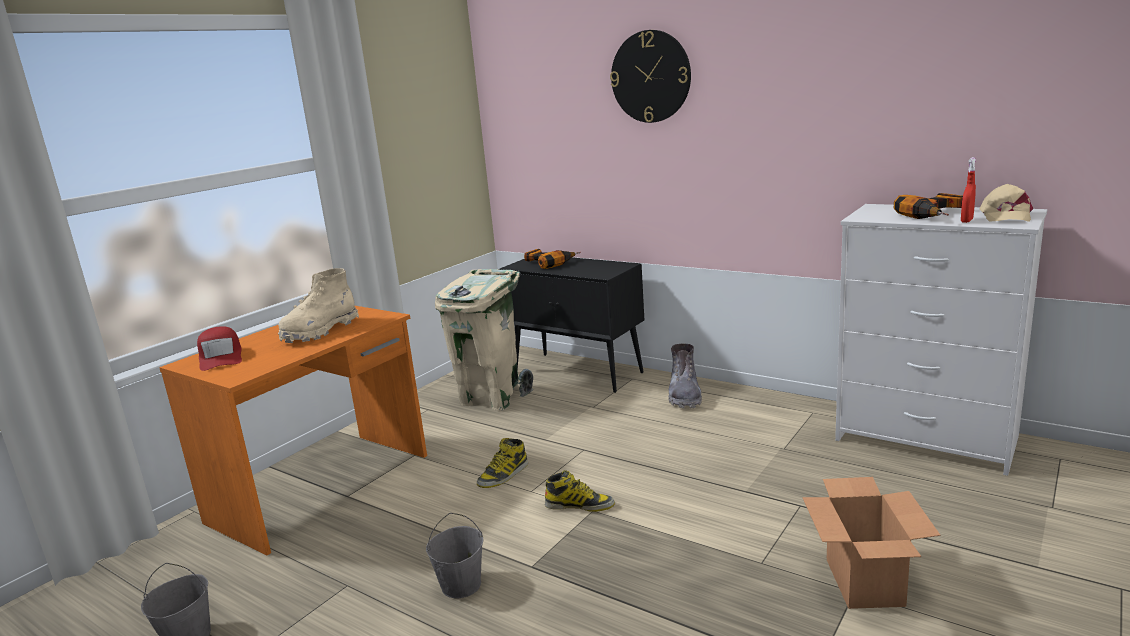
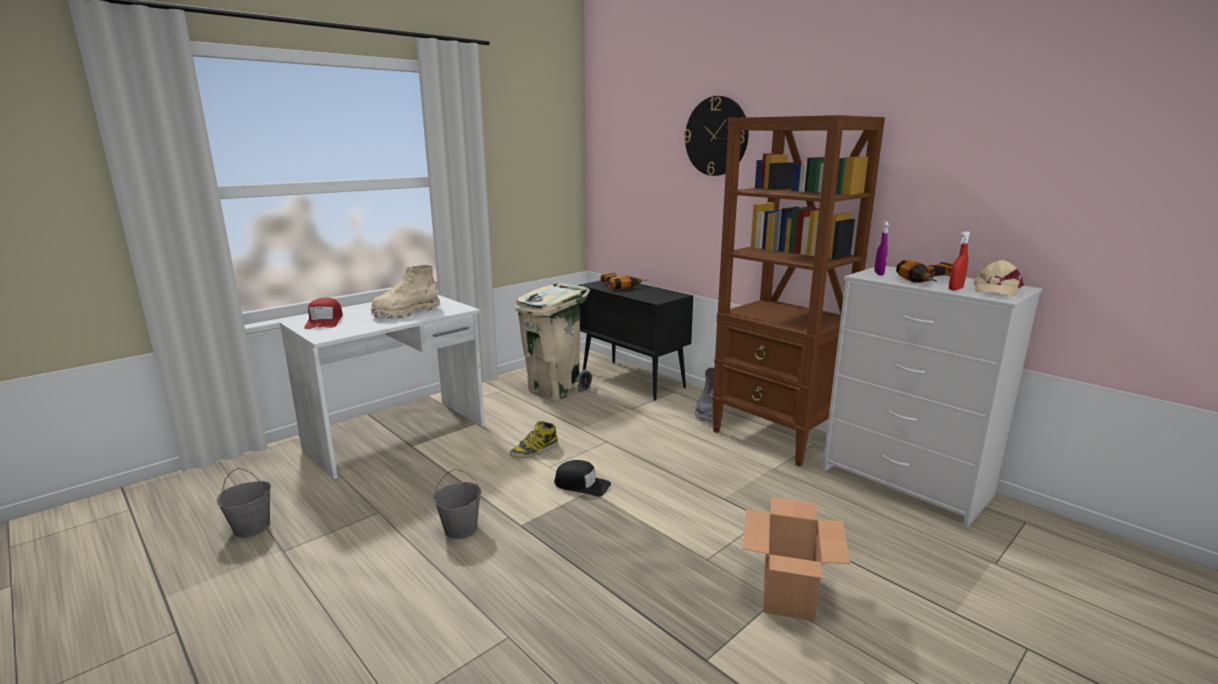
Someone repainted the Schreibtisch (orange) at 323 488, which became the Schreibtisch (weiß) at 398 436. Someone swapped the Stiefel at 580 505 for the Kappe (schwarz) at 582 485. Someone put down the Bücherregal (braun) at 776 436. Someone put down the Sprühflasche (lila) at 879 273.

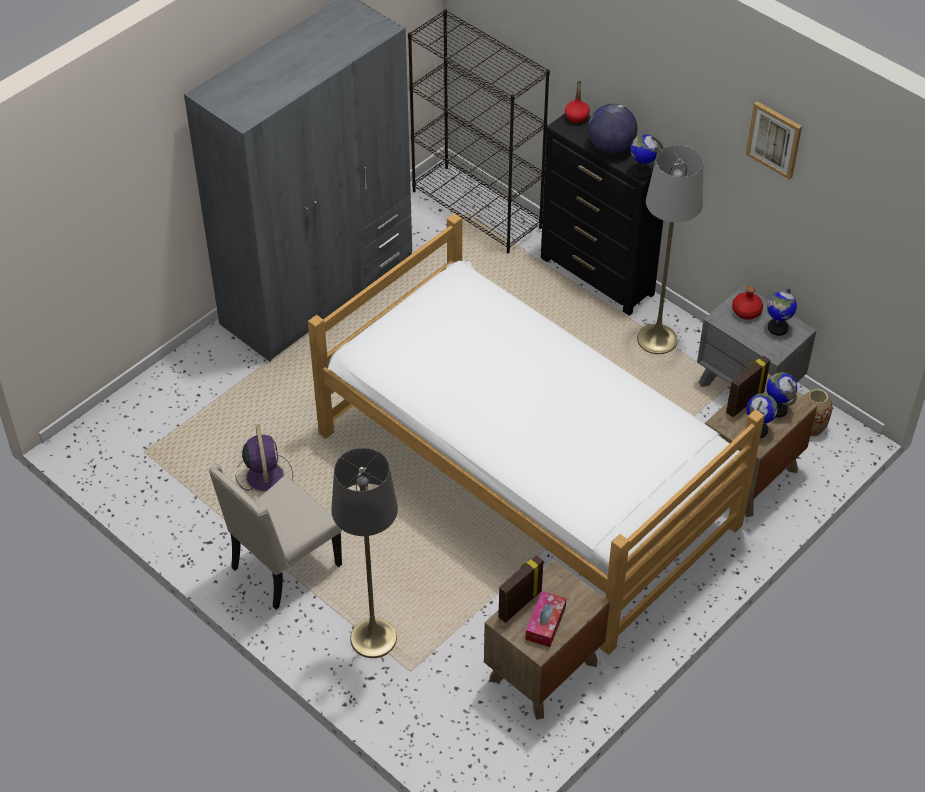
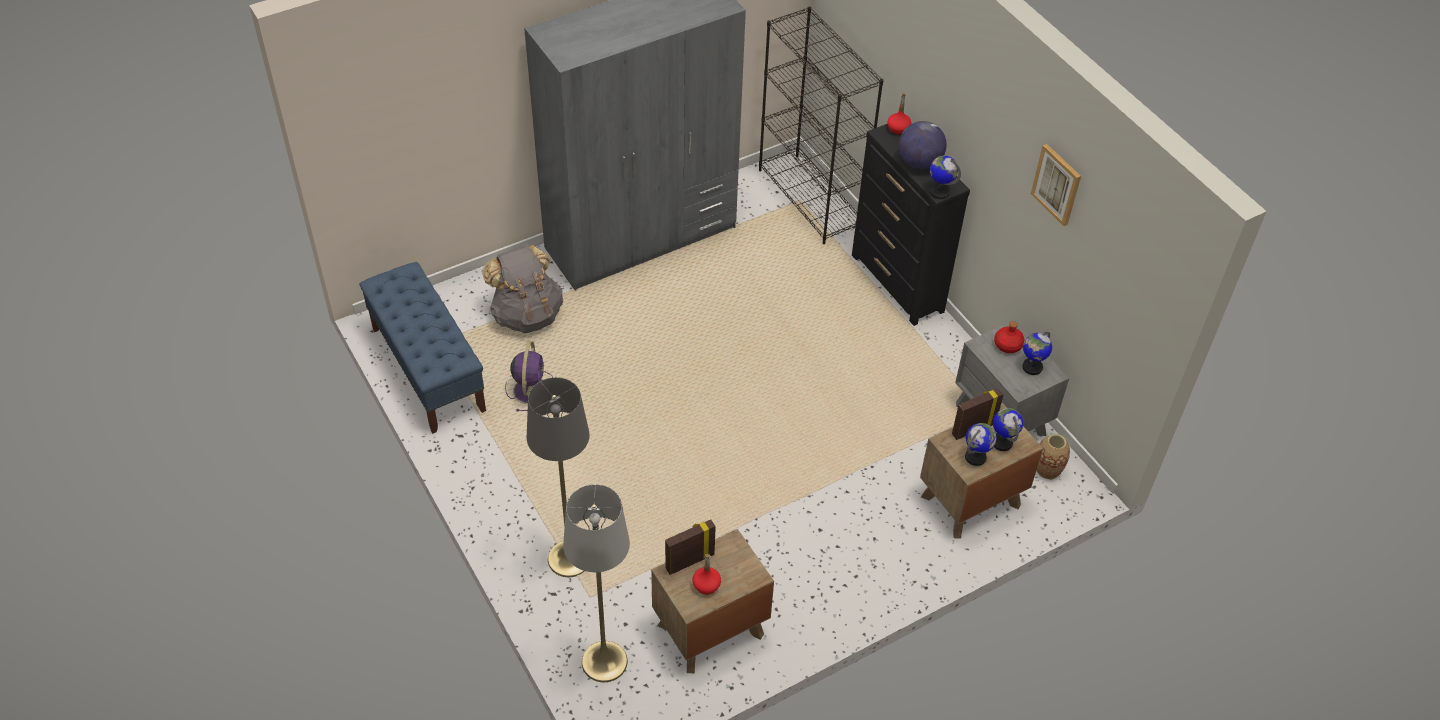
Someone took away the Stuhl (beige) at 283 567. Someone took away the Bett at 525 480. Someone swapped the Taschentuchbox at 545 623 for the Flasche (rot) at 706 585. Someone carried the Stehlampe (grau) from 657 339 to 604 661. Someone put down the Bank (blau) at 427 369. Someone put down the Rucksack (grau) at 527 314.

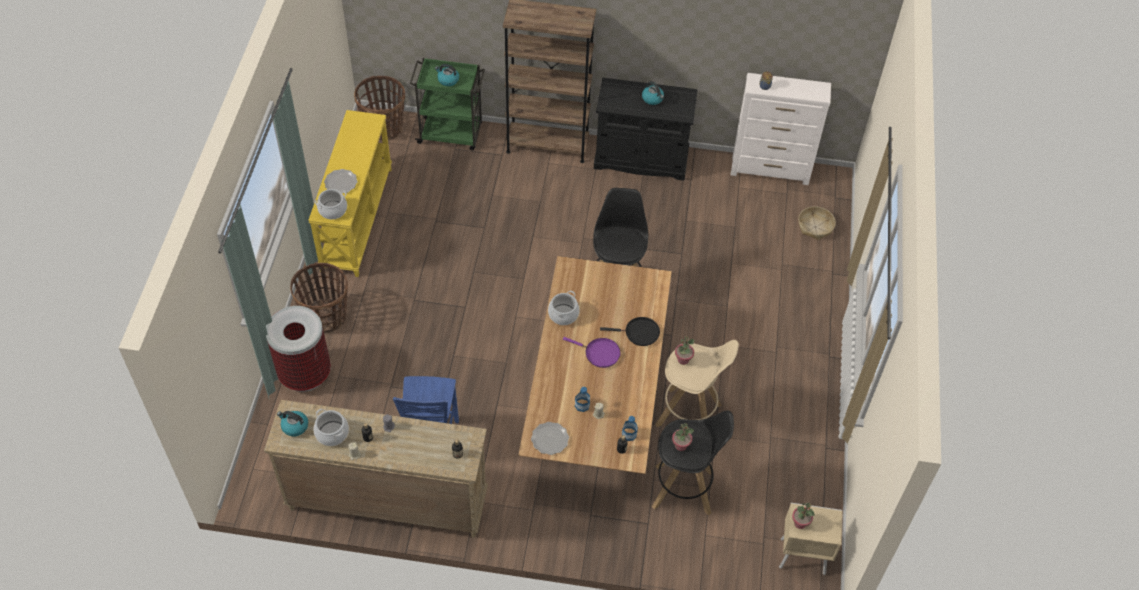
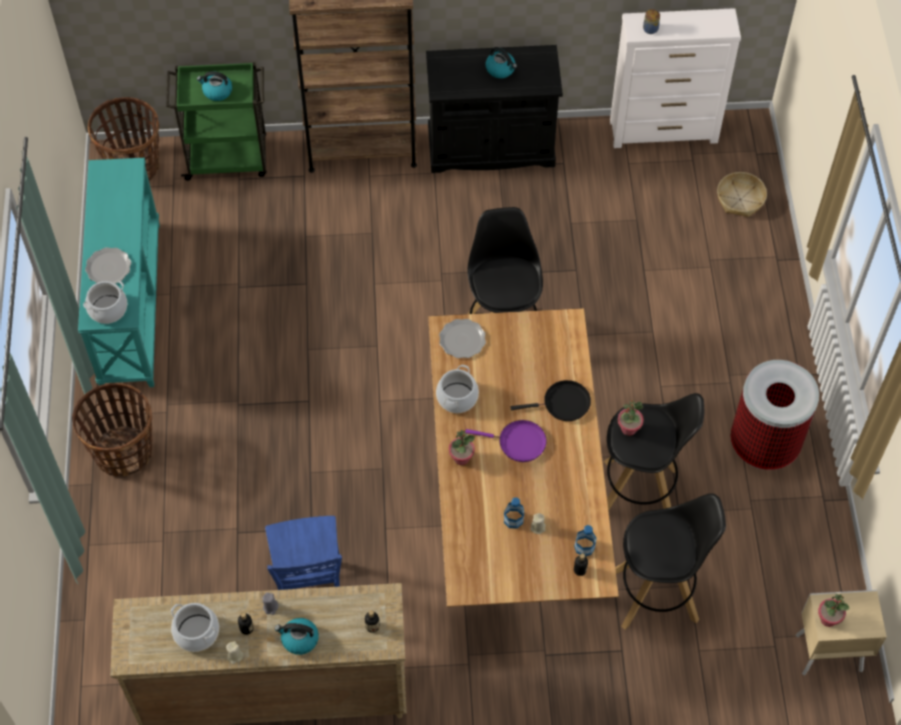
Someone carried the Mülleimer from 305 374 to 764 445. Someone carried the Wasserkessel from 294 426 to 299 639. Someone repainted the Konsolentisch (gelb) at 356 218, which became the Konsolentisch (türkis) at 129 304. Someone carried the Teller from 550 439 to 462 340. Someone repainted the Hocker (beige) at 689 415, which became the Hocker (schwarz) at 640 492. Someone carried the Topfpflanze from 680 445 to 461 458.

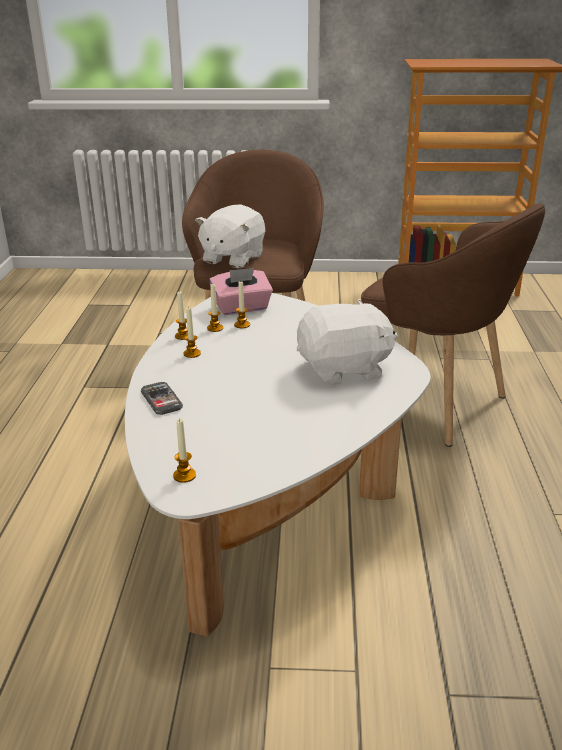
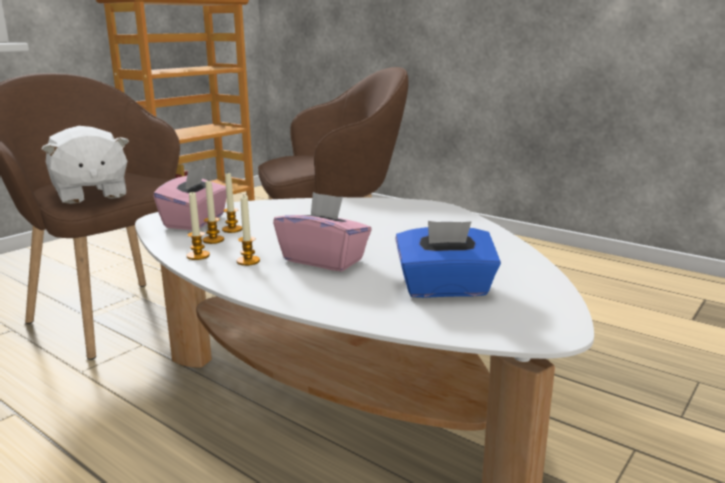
Someone took away the Handy at 161 400. Someone took away the Kerze at 184 475. Someone took away the Plüschtier (weiß) at 344 370. Someone put down the Taschentuchbox (rosa) at 324 260. Someone put down the Taschentuchbox (blau) at 445 289.

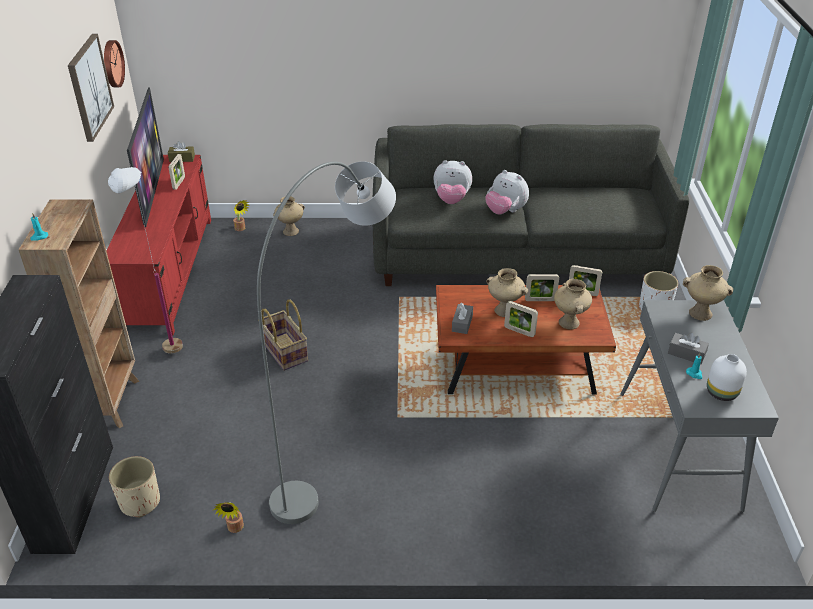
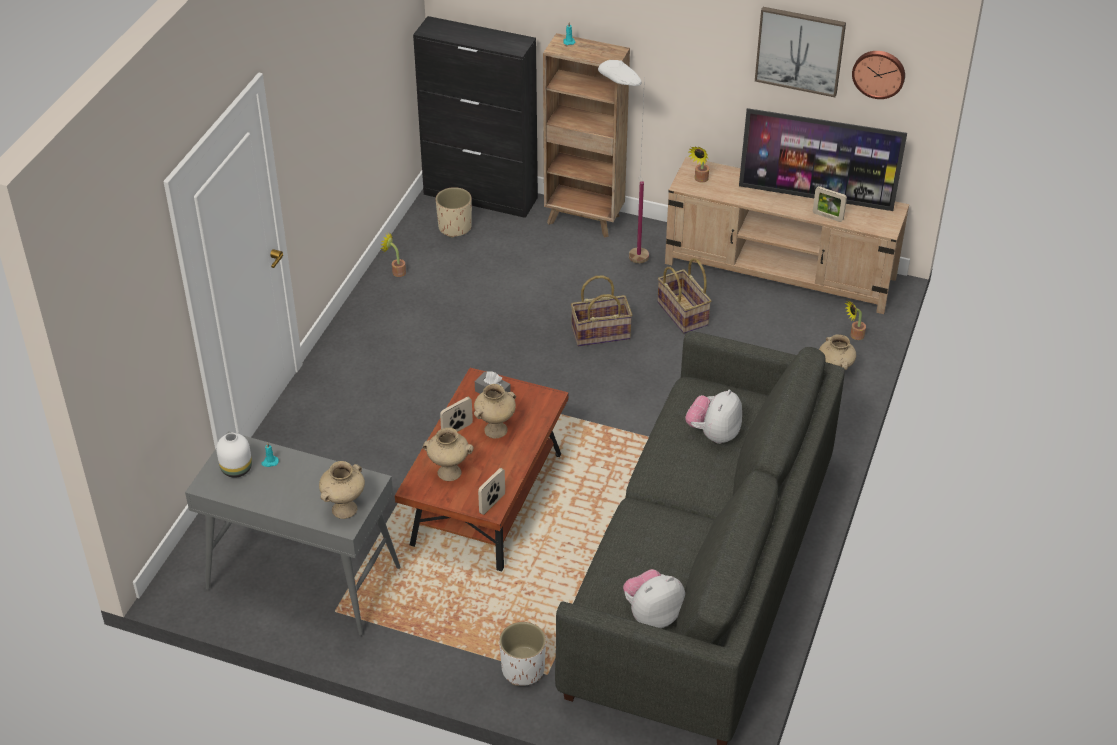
Someone repainted the Fernsehschrank (rot) at 169 272, which became the Fernsehschrank (beige) at 780 271. Someone took away the Taschentuchbox (braun) at 182 158. Someone took away the Stehlampe (grau) at 339 442. Someone carried the Plüschtier from 505 211 to 652 614. Someone took away the Bilderrahmen at 540 300. Someone took away the Taschentuchbox (grau) at 686 354. Someone put down the Korb at 683 313. Someone put down the Topfpflanze at 700 180.

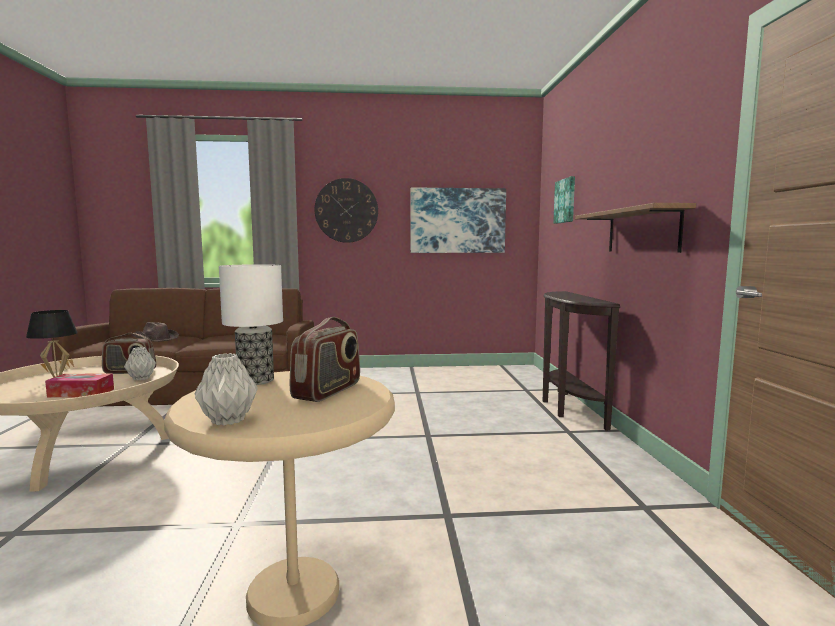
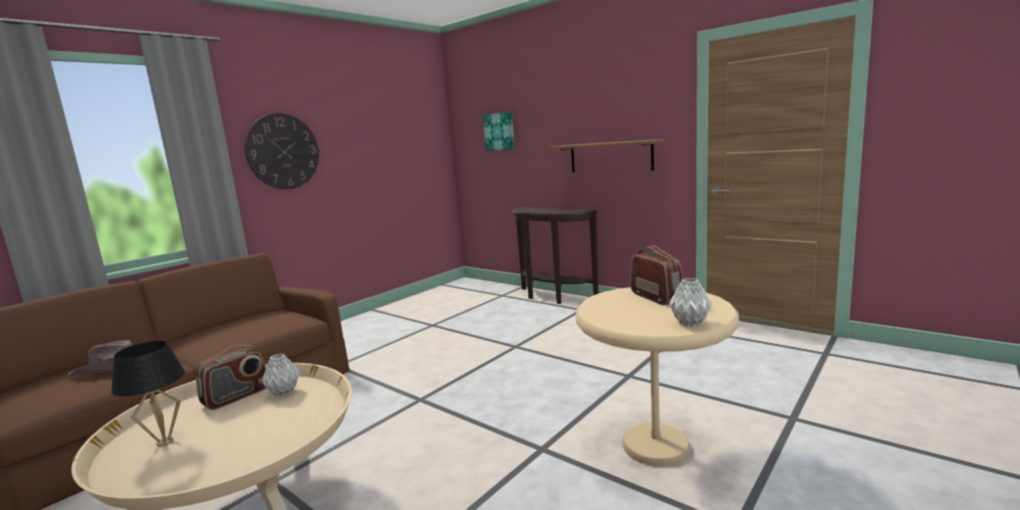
Someone took away the Taschentuchbox at 81 393. Someone took away the Tischlampe at 255 381. Someone took away the Bild at 457 220.

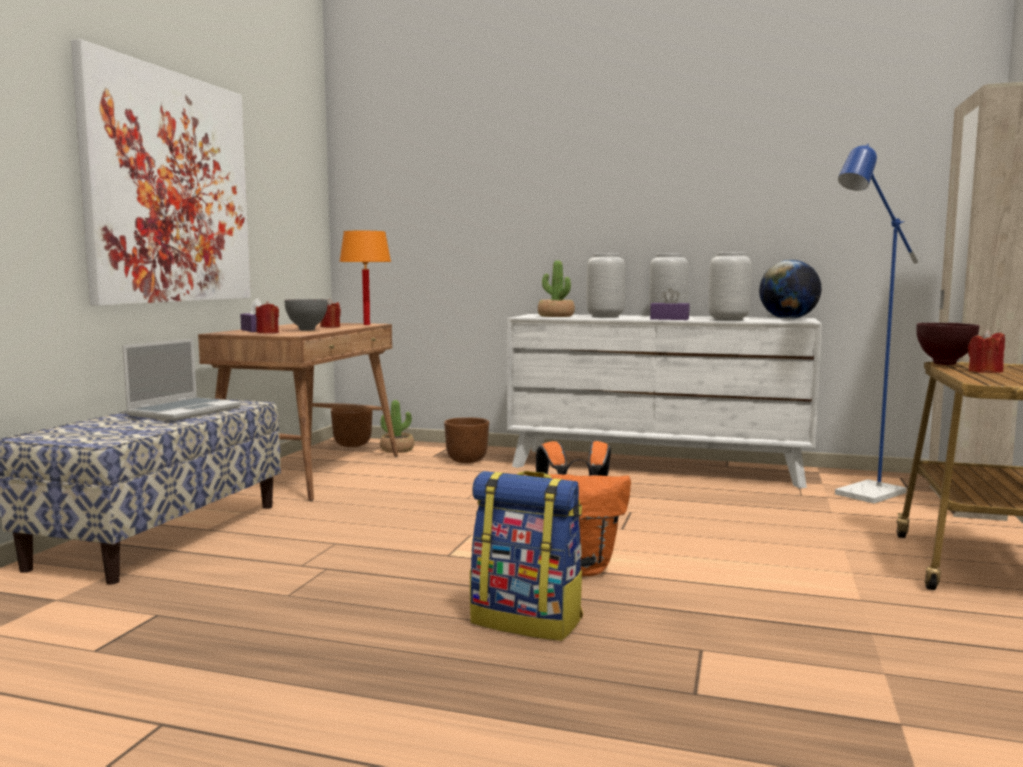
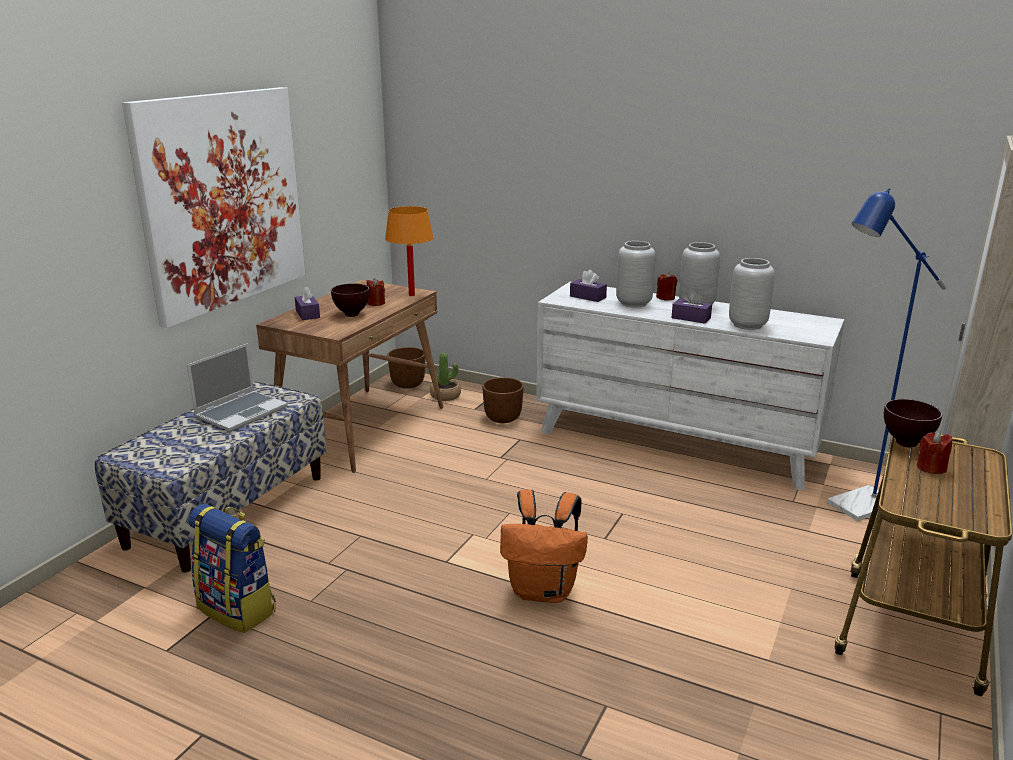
Someone carried the Kerze (rot) from 267 333 to 665 298. Someone repainted the Schüssel (grau) at 307 330, which became the Schüssel (braun) at 352 315. Someone carried the Rucksack from 528 621 to 238 609. Someone swapped the Topfpflanze at 555 316 for the Taschentuchbox (lila) at 588 297. Someone took away the Globus at 788 319.

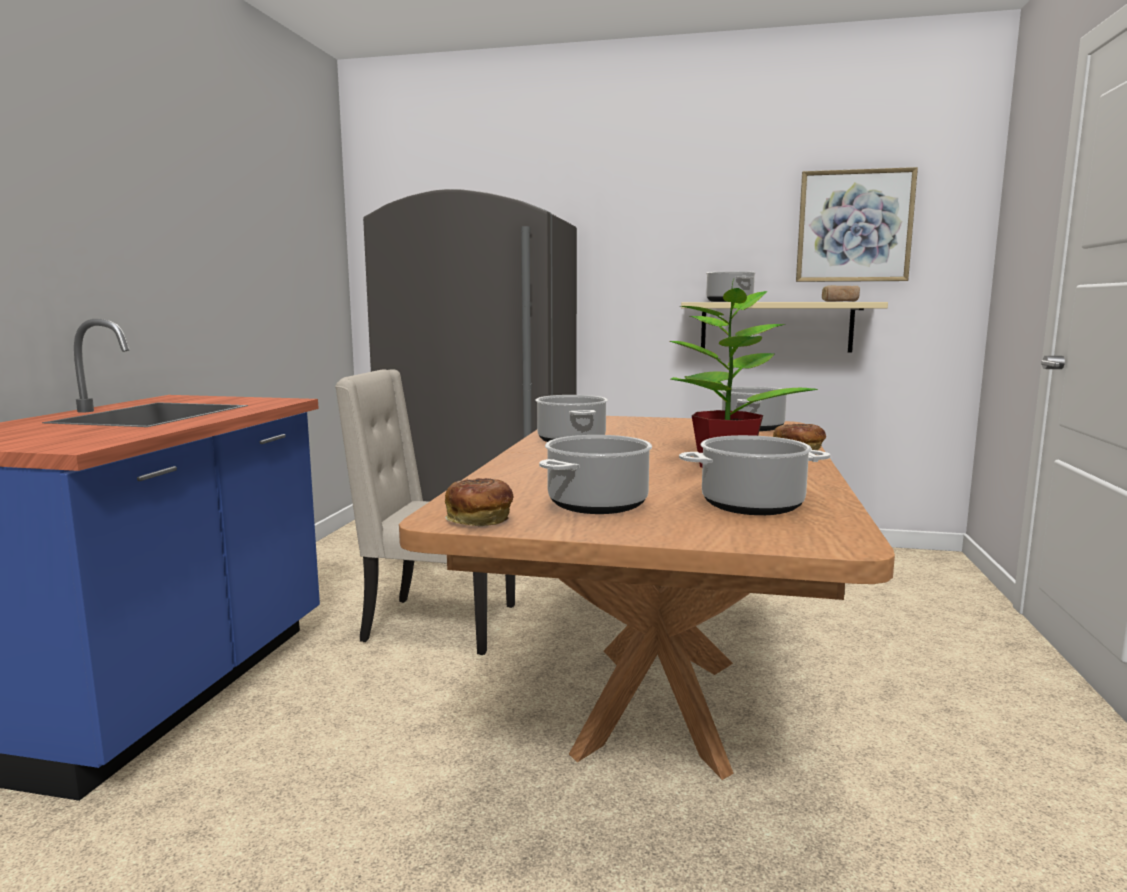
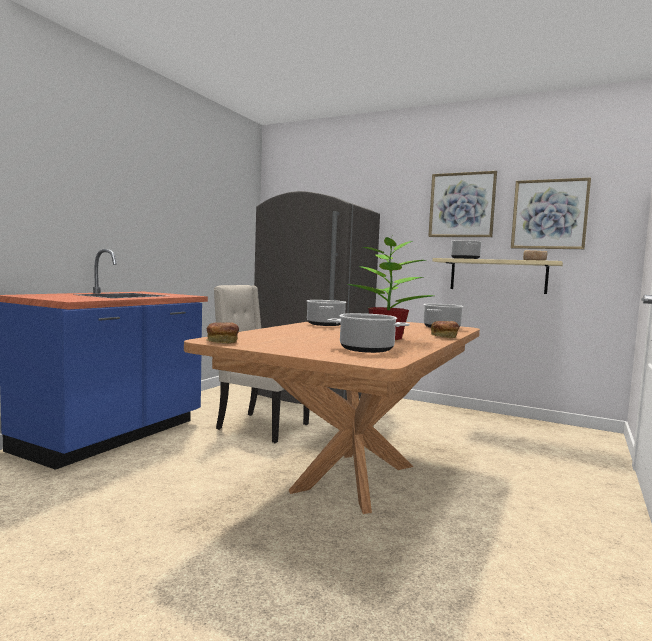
Someone took away the Kochtopf at 598 504. Someone put up the Bild at 462 205.

